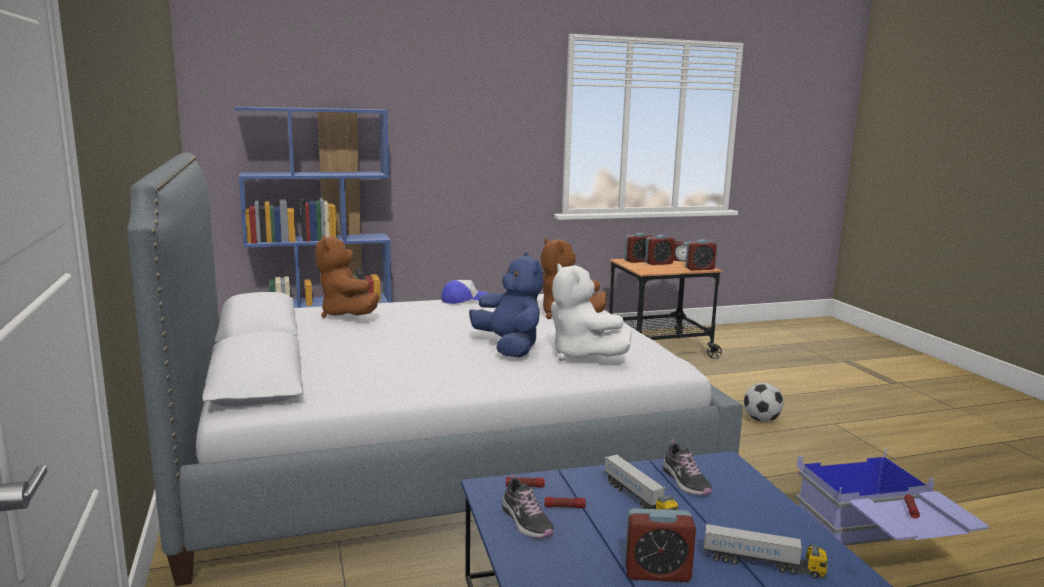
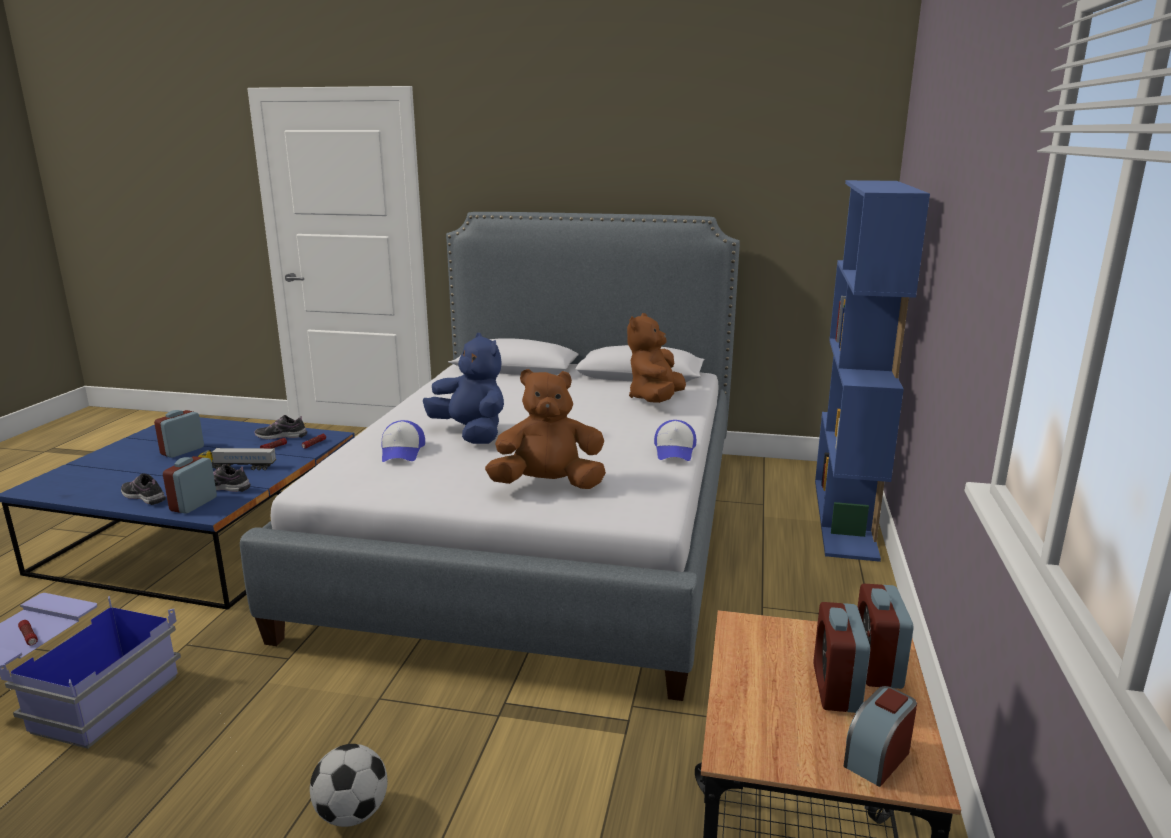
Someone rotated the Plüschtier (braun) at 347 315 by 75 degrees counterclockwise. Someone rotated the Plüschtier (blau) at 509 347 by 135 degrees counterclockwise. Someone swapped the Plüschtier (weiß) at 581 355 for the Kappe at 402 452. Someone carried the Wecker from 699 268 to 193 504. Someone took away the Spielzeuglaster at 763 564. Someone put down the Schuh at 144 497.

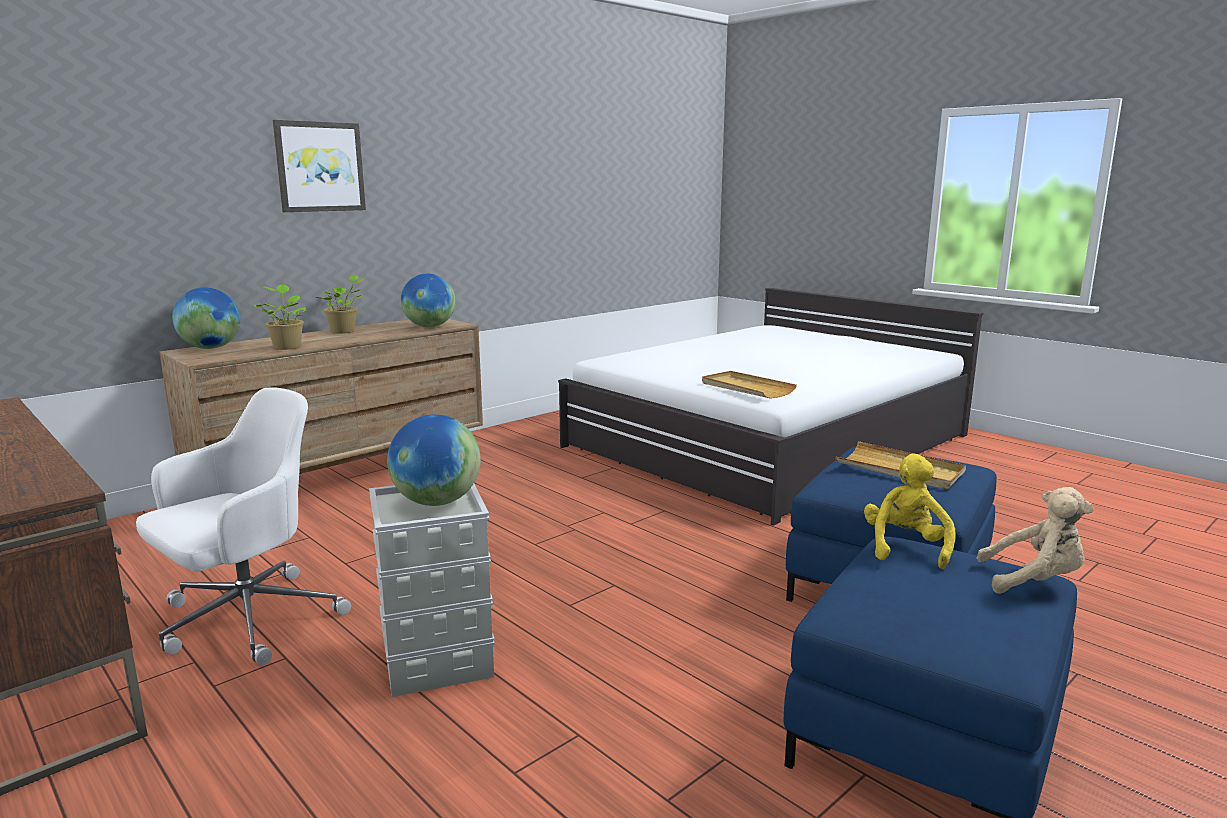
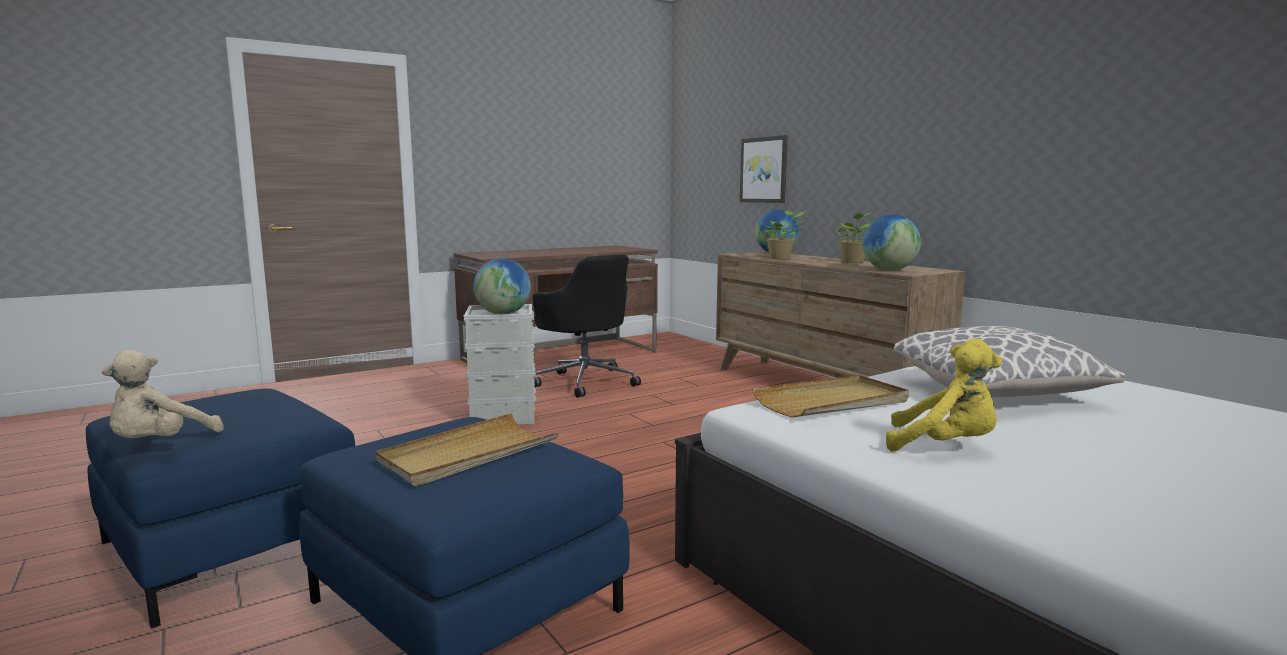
Someone repainted the Bürostuhl (weiß) at 246 620, which became the Bürostuhl (schwarz) at 585 381. Someone carried the Bild from 320 167 to 764 170. Someone carried the Plüschtier (gelb) from 905 547 to 944 446. Someone put down the Kissen at 997 393.

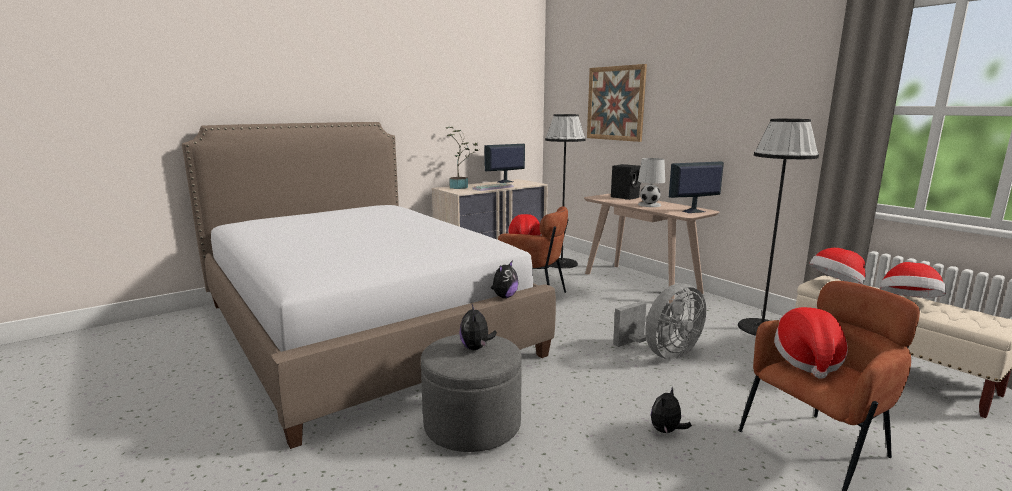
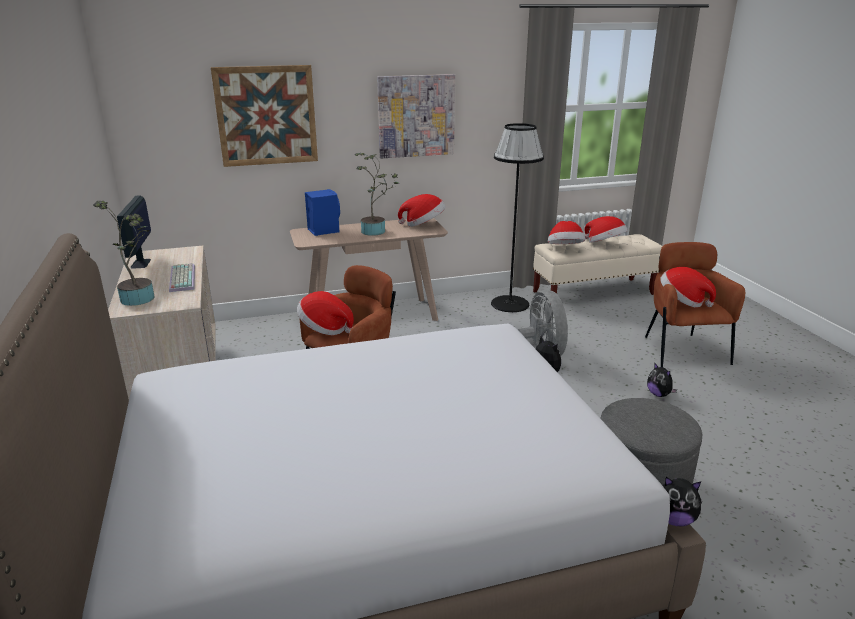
Someone carried the Plüschtier from 476 348 to 674 520. Someone took away the Stehlampe (schwarz) at 561 263. Someone repainted the Lautsprecher (schwarz) at 625 197, which became the Lautsprecher (blau) at 323 230. Someone swapped the Tischlampe (weiß) at 649 205 for the Topfpflanze at 376 231. Someone swapped the Monitor at 693 211 for the Hut at 423 225. Someone put up the Bild at 416 116.

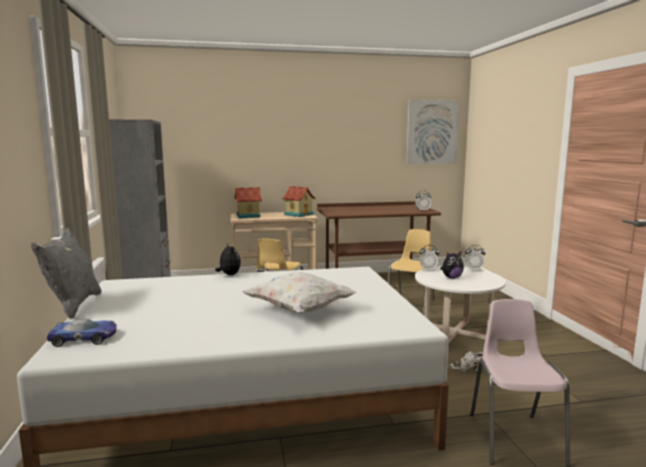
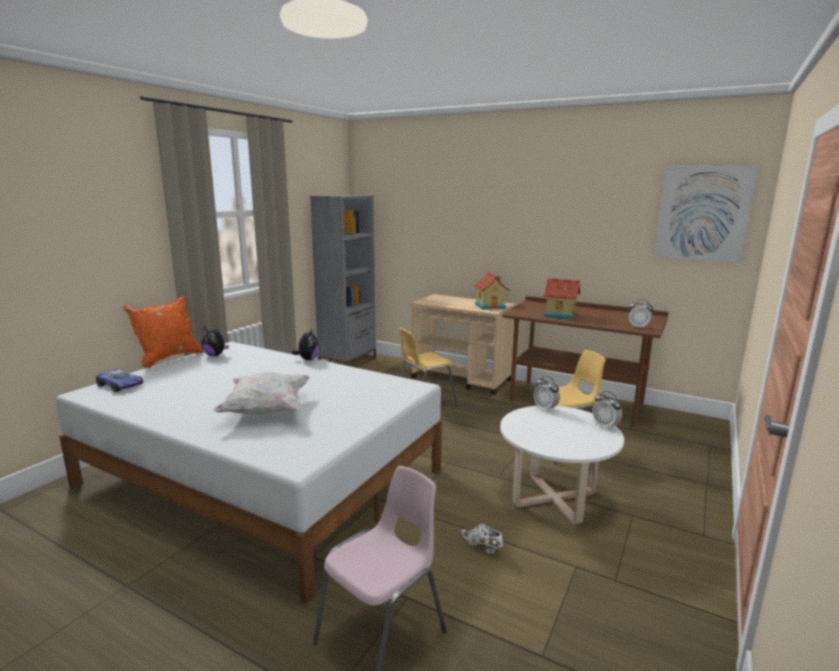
Someone repainted the Kissen (grau) at 72 306, which became the Kissen (orange) at 168 358. Someone carried the Spielzeughaus from 248 216 to 560 315. Someone carried the Plüschtier from 451 277 to 215 355.

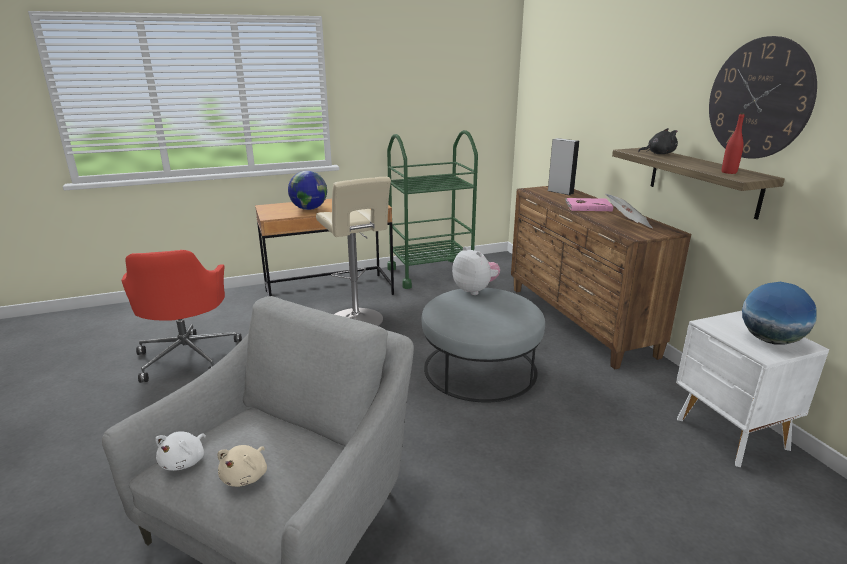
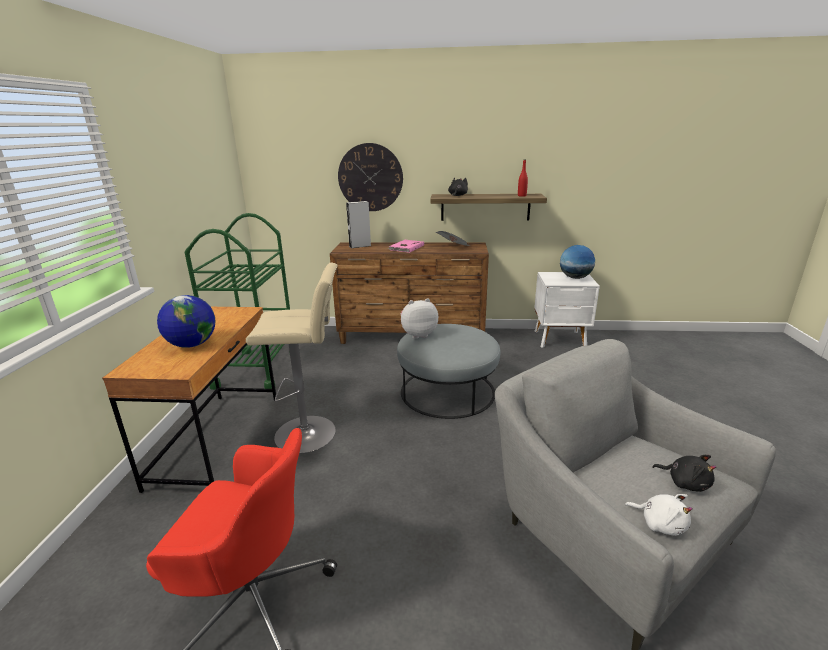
Someone repainted the Plüschtier (beige) at 246 476, which became the Plüschtier (schwarz) at 685 482. Someone carried the Wanduhr from 759 99 to 370 177.

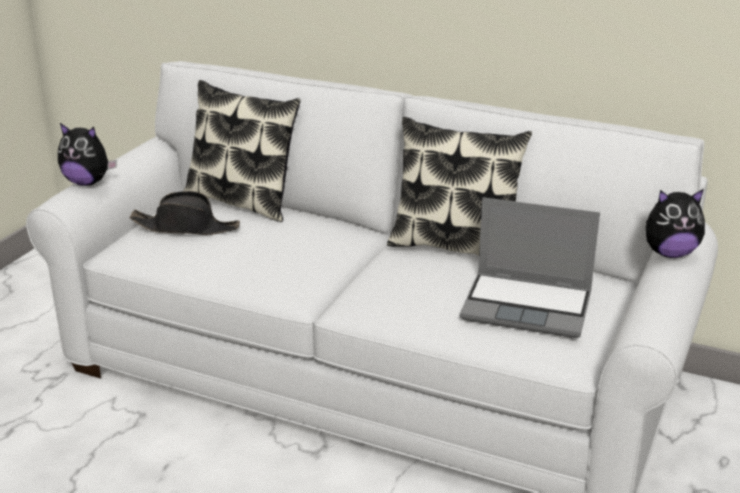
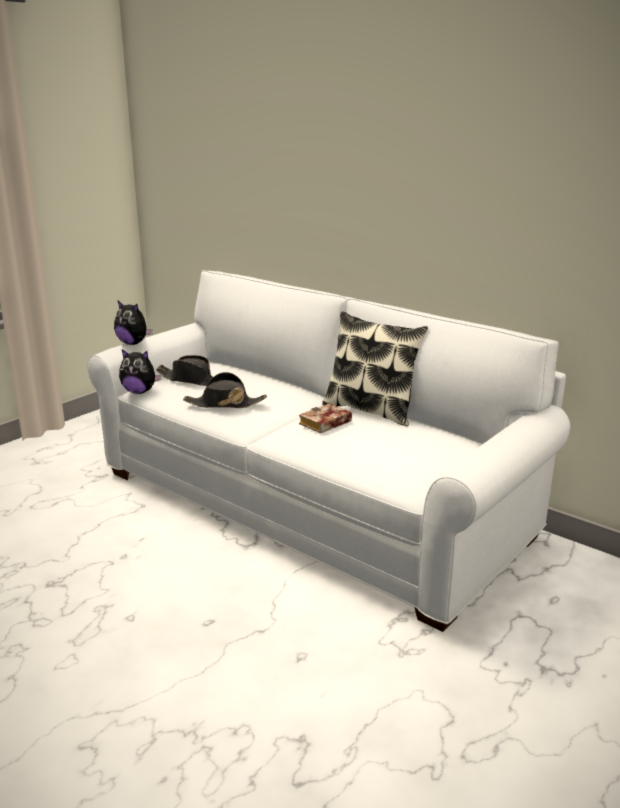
Someone took away the Kissen at 242 202. Someone took away the Laptop at 528 306. Someone carried the Plüschtier from 669 253 to 139 391. Someone put down the Hut (schwarz) at 224 404. Someone put down the Buch at 325 424.

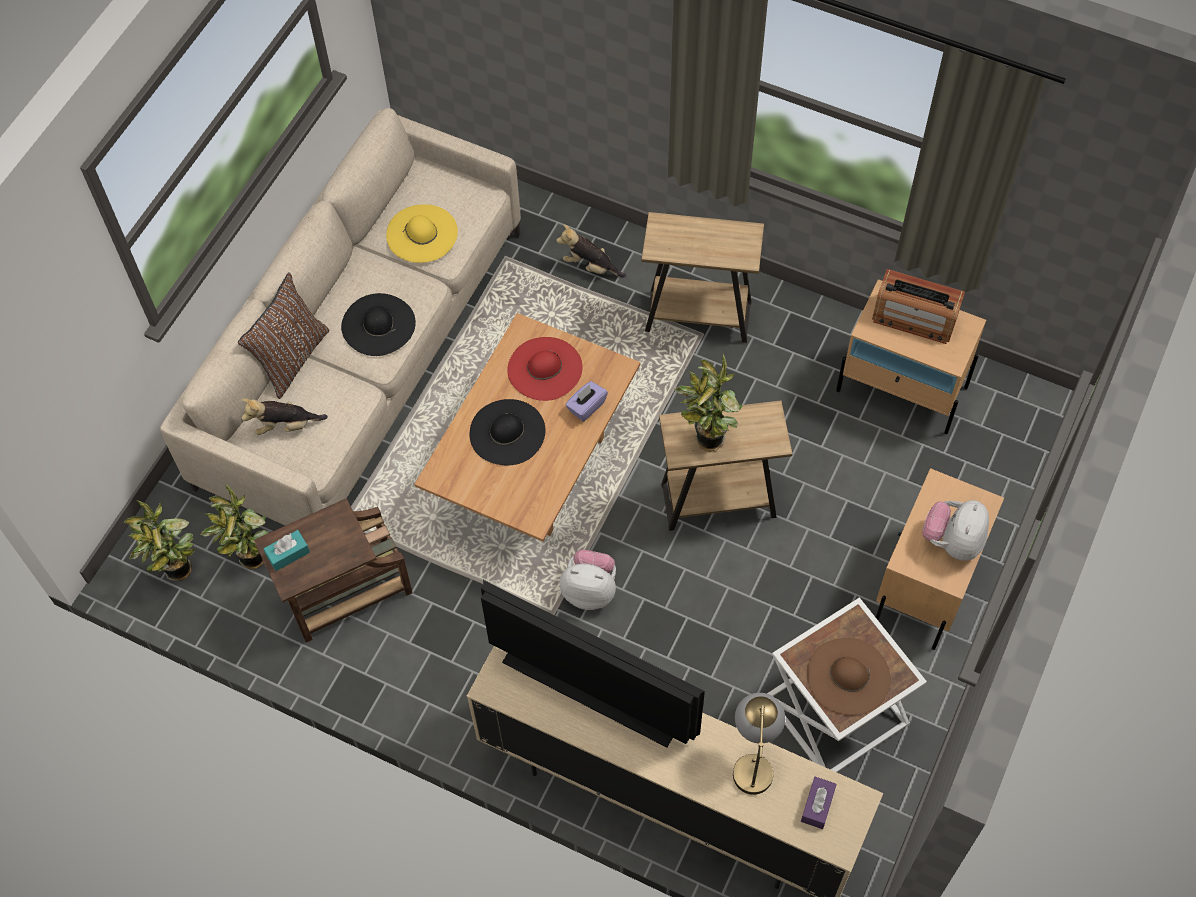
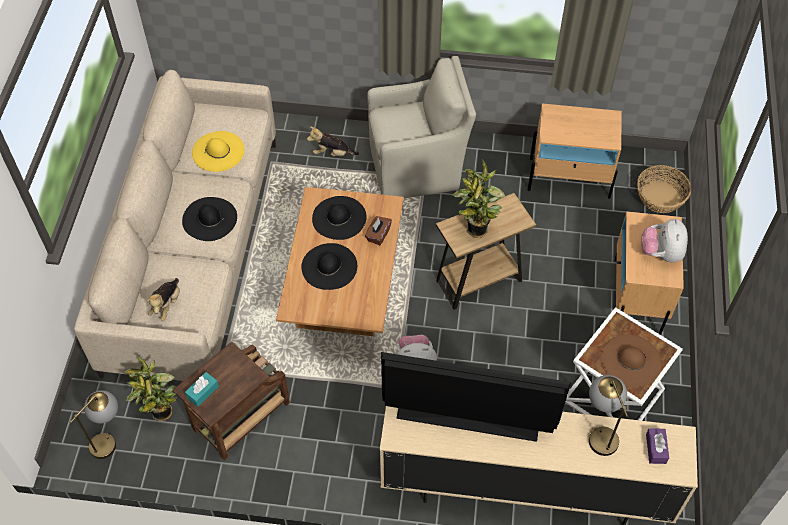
Someone swapped the Topfpflanze at 178 572 for the Tischlampe at 109 439. Someone took away the Kissen (braun) at 291 358. Someone rotated the Plüschtier at 286 426 by 45 degrees counterclockwise. Someone repainted the Hut (rot) at 544 369, which became the Hut (schwarz) at 339 218. Someone repainted the Taschentuchbox (lila) at 586 407, which became the Taschentuchbox (braun) at 378 235. Someone swapped the Beistelltisch (braun) at 698 316 for the Sessel (beige) at 418 167. Someone took away the Radio at 914 318. Someone put down the Korb at 659 197.

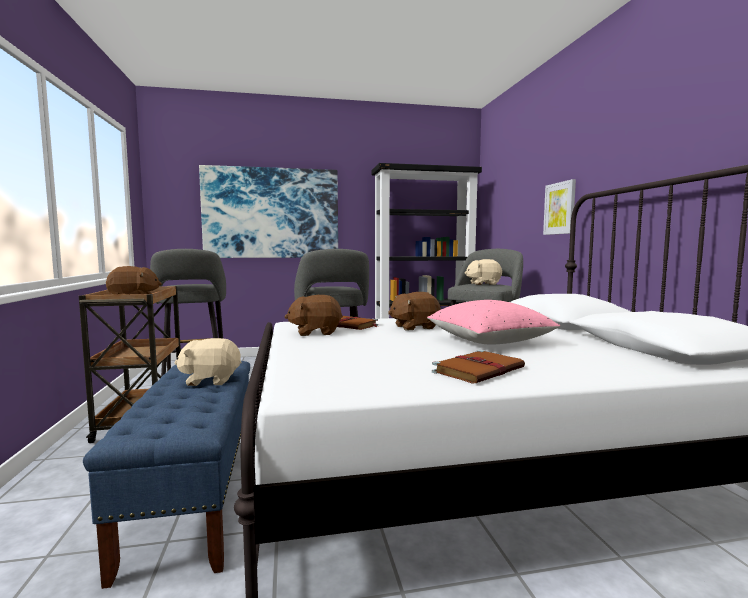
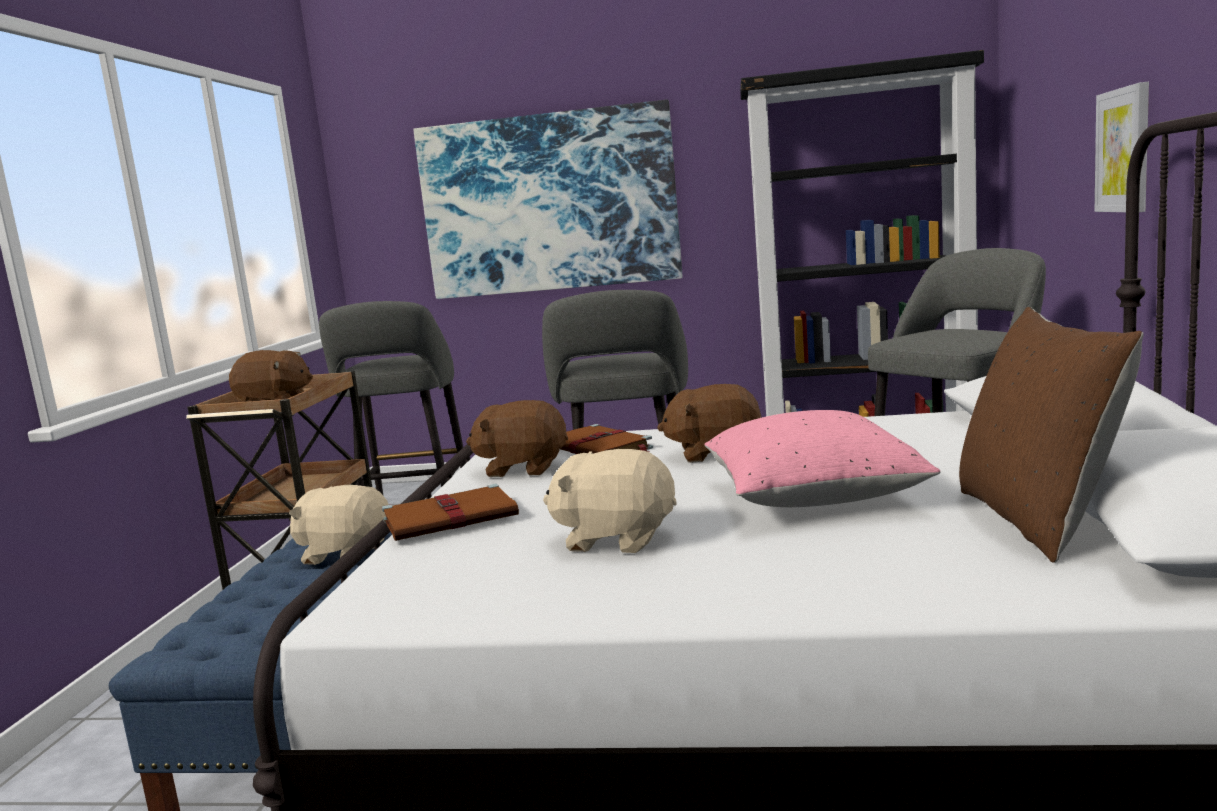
Someone carried the Buch (braun) from 479 370 to 452 518. Someone carried the Plüschtier (beige) from 483 284 to 616 538. Someone put down the Kissen (braun) at 1038 521.

